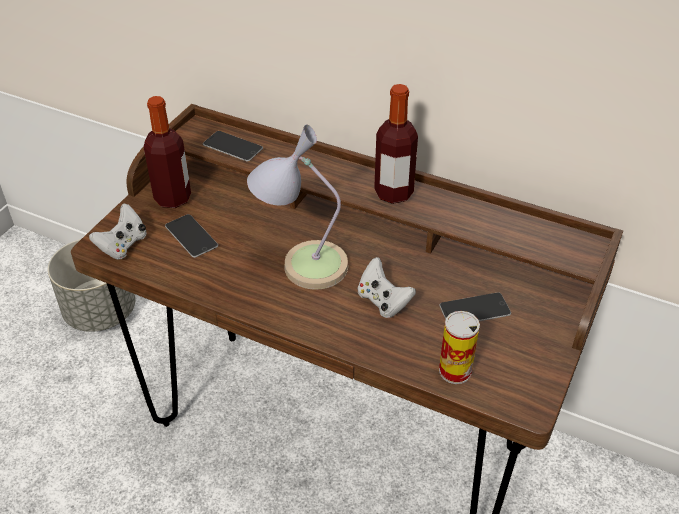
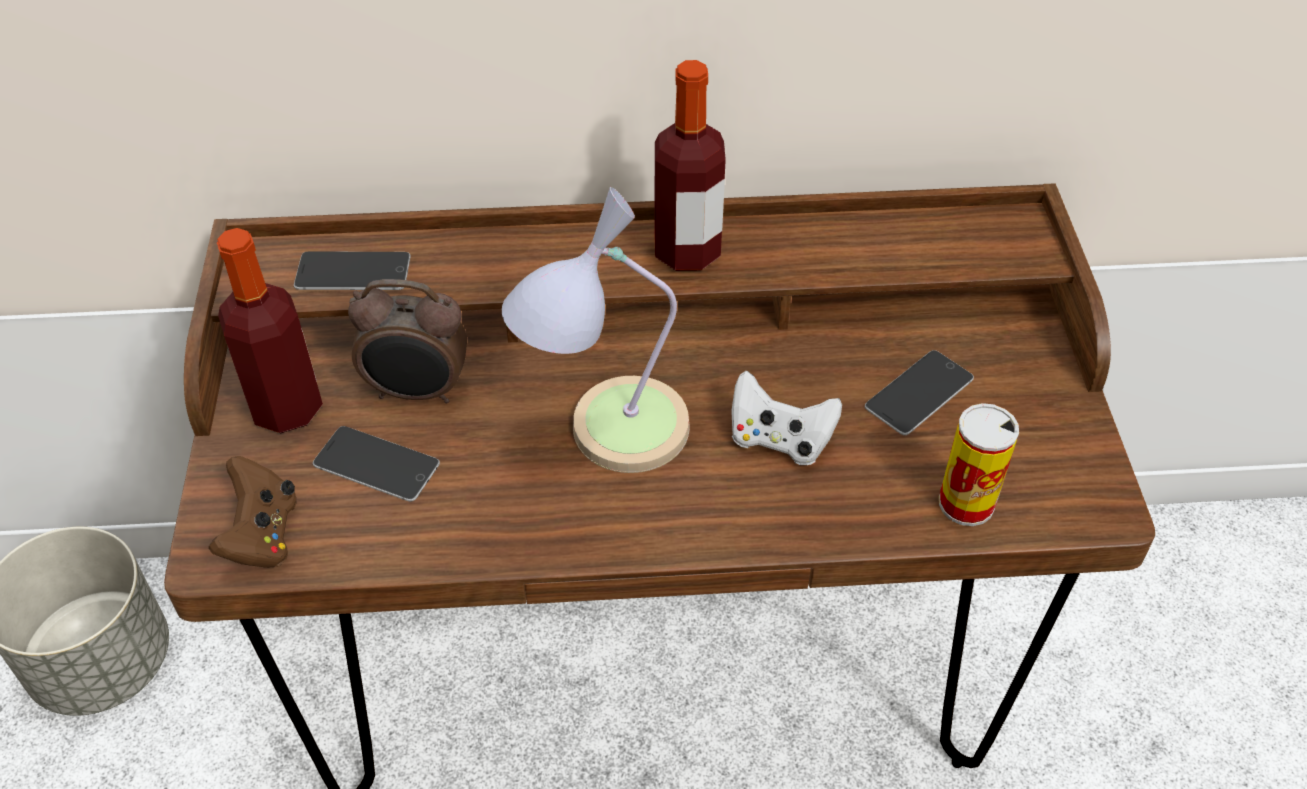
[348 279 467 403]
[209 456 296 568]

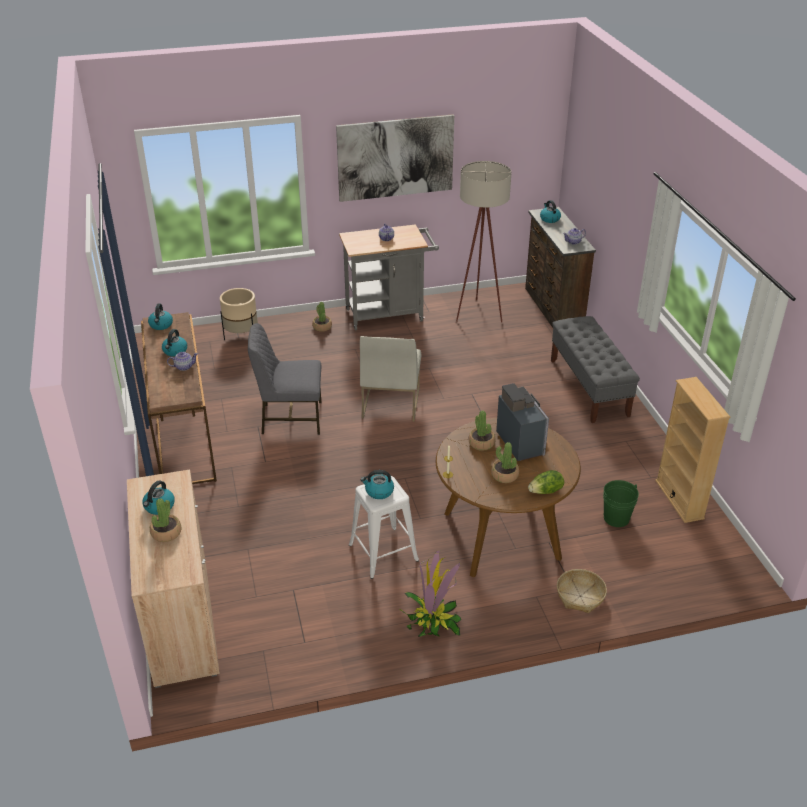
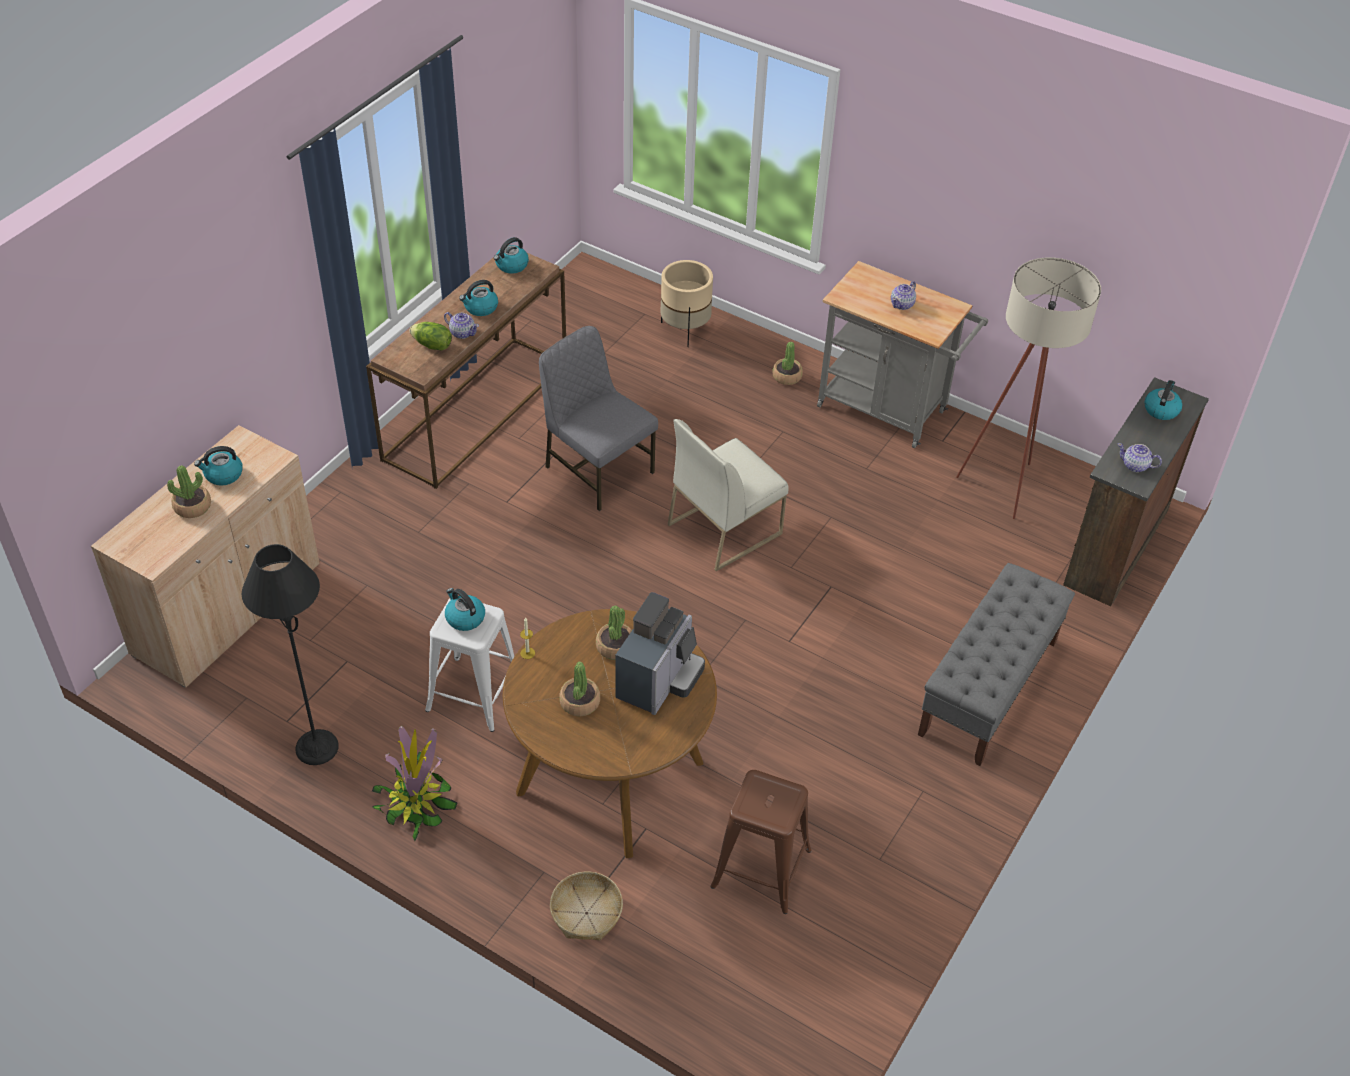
[336 114 454 202] (first image)
[655 377 730 523] (first image)
[242 544 339 765]
[410 322 452 351]
[710 770 811 914]

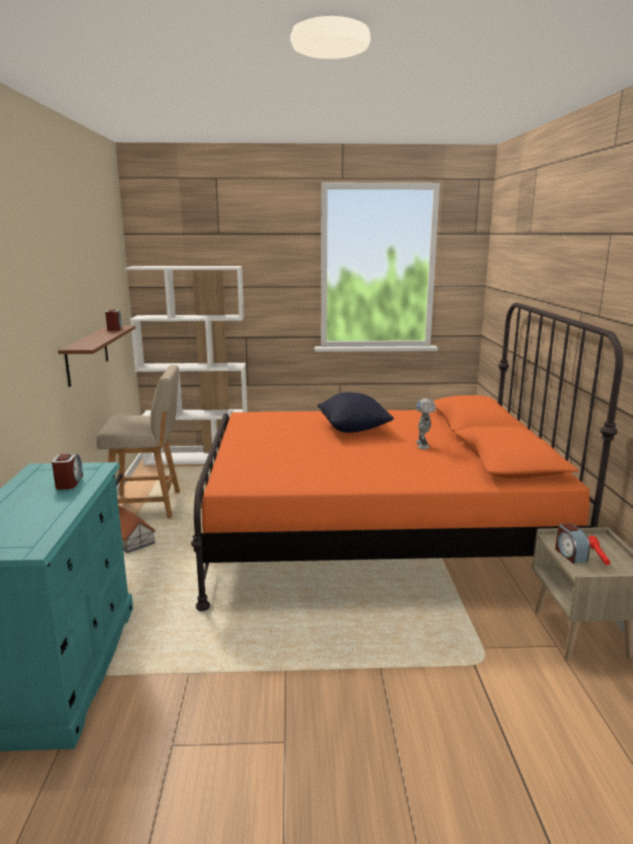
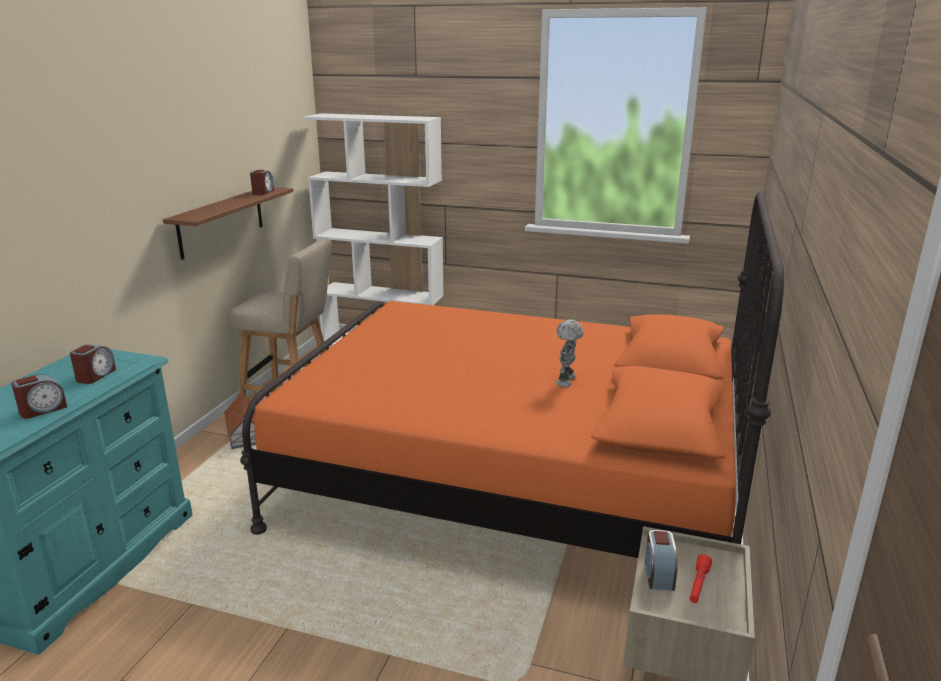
[317 392 394 433] (first image)
[11 374 67 419]

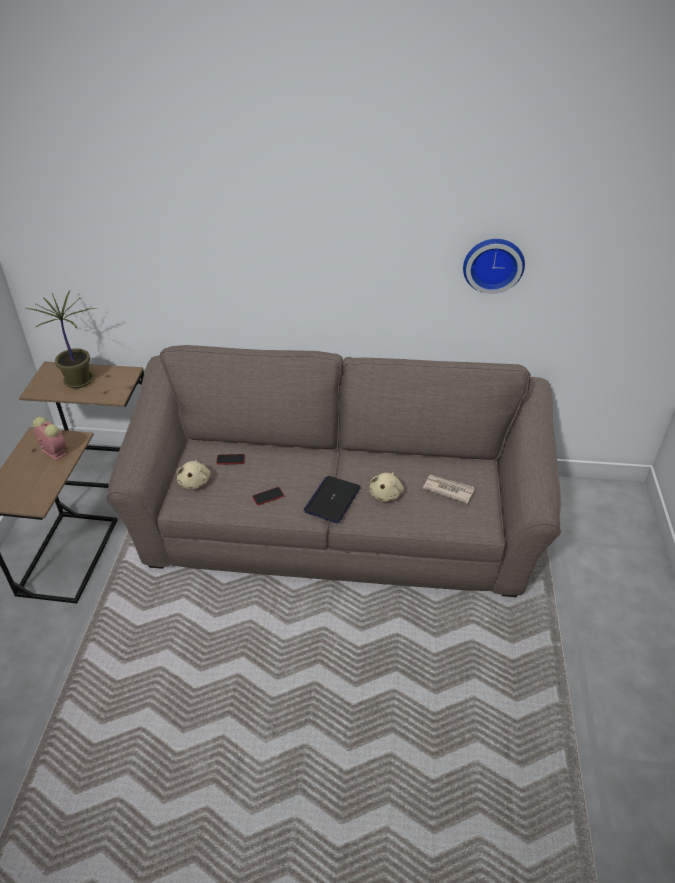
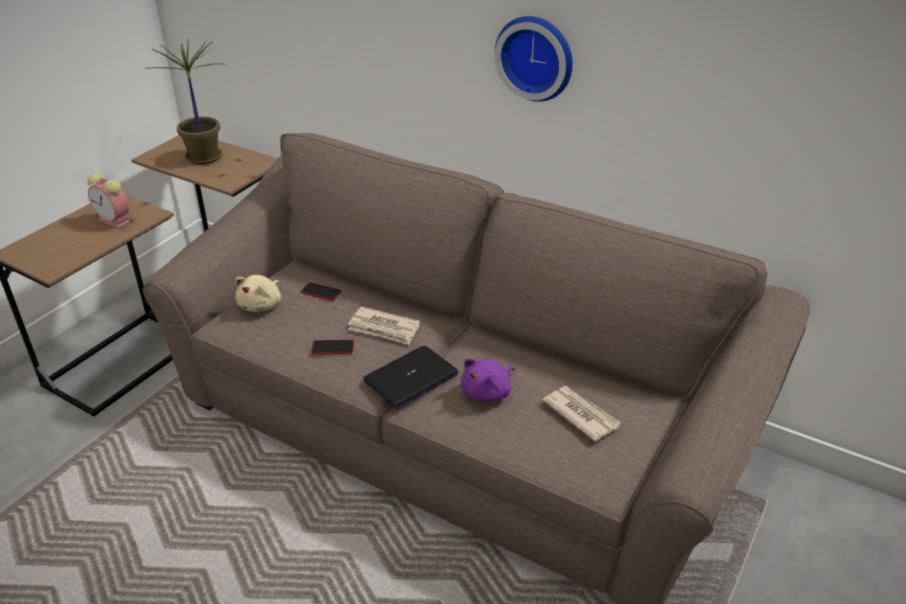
[348 307 420 345]
[495 16 573 102]
[461 358 515 402]
[87 173 131 229]

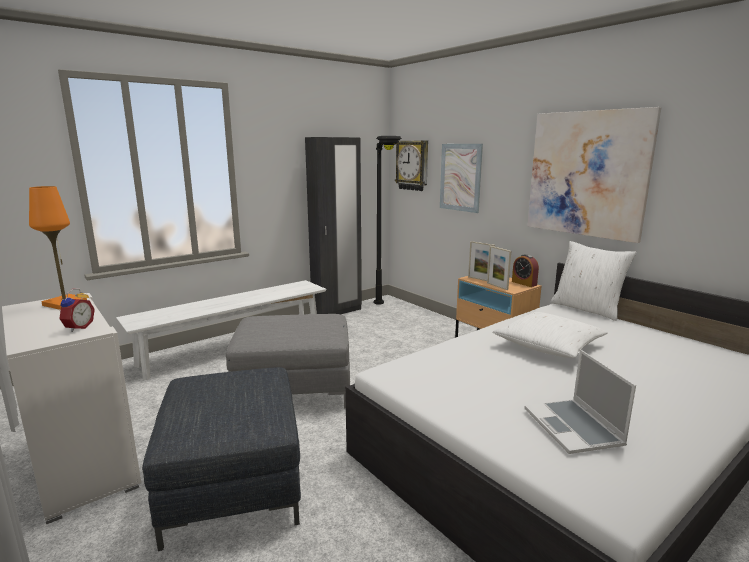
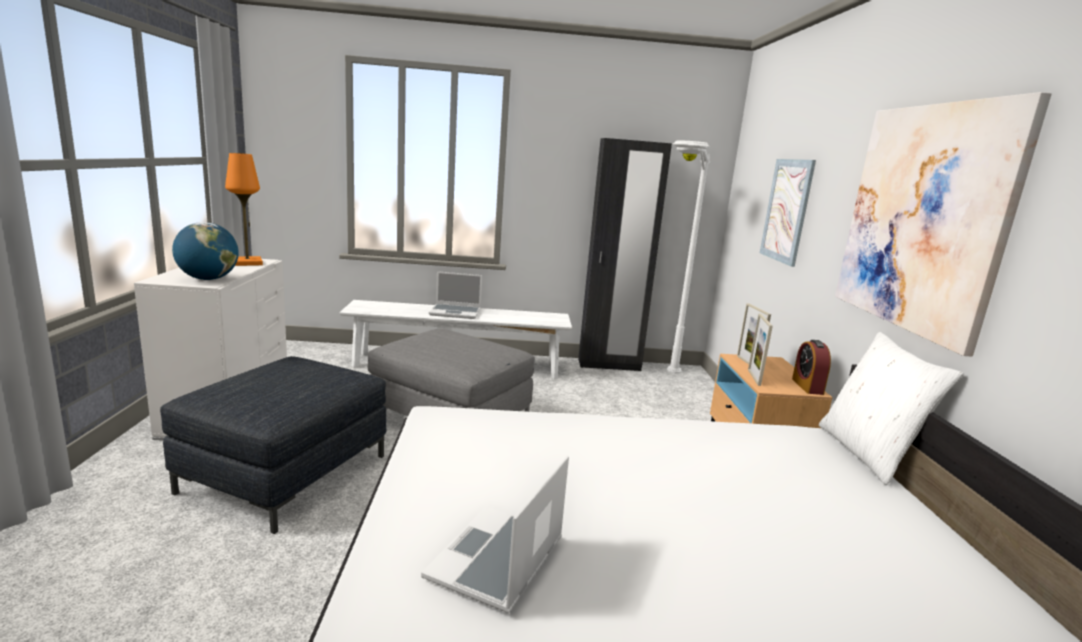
[395 140 428 191] (first image)
[493 312 608 358] (first image)
[429 271 482 319]
[172 222 239 280]
[667 140 710 374]

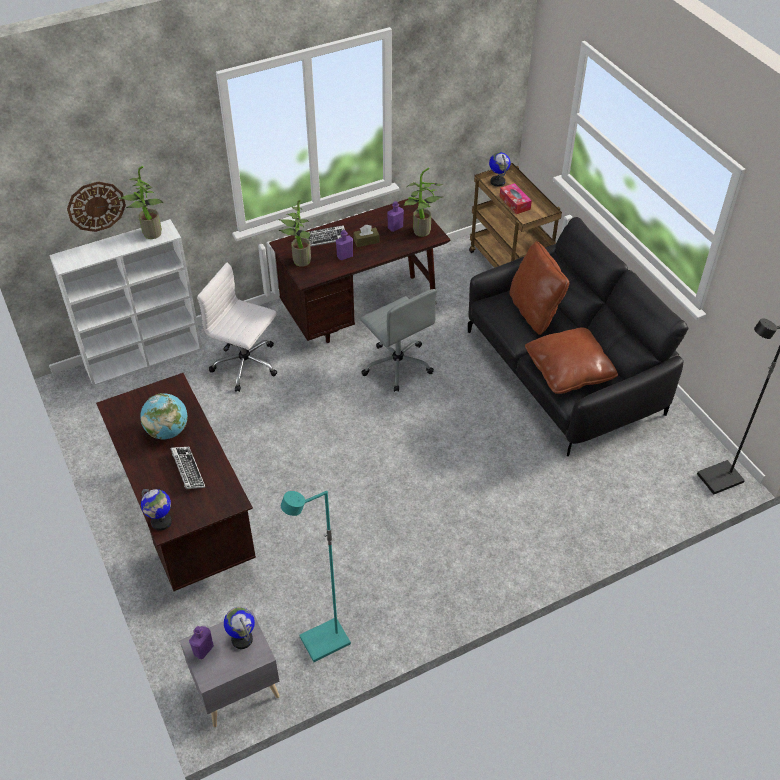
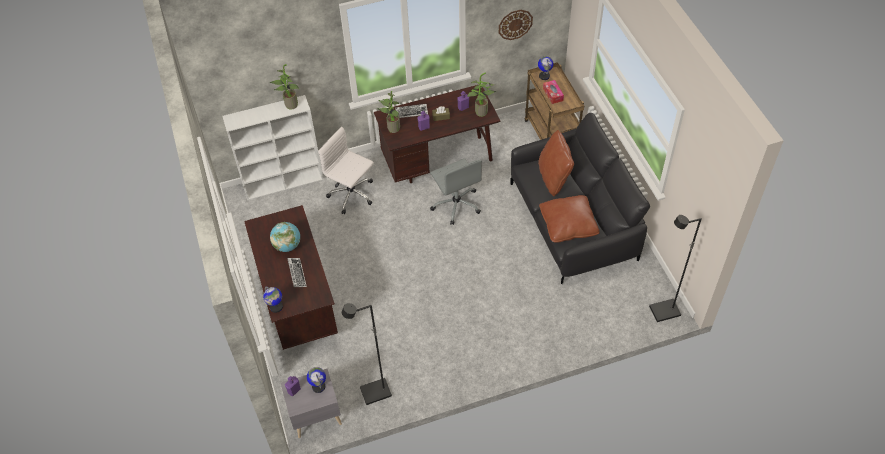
[499 10 533 40]
[342 303 392 405]

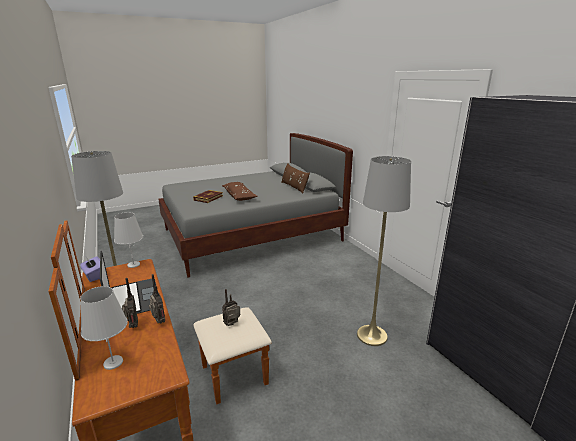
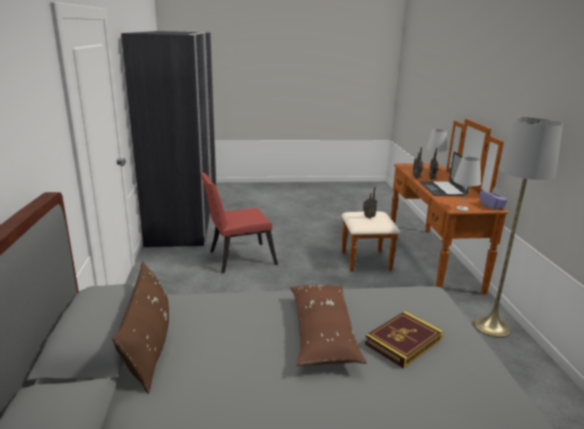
[201 173 278 273]

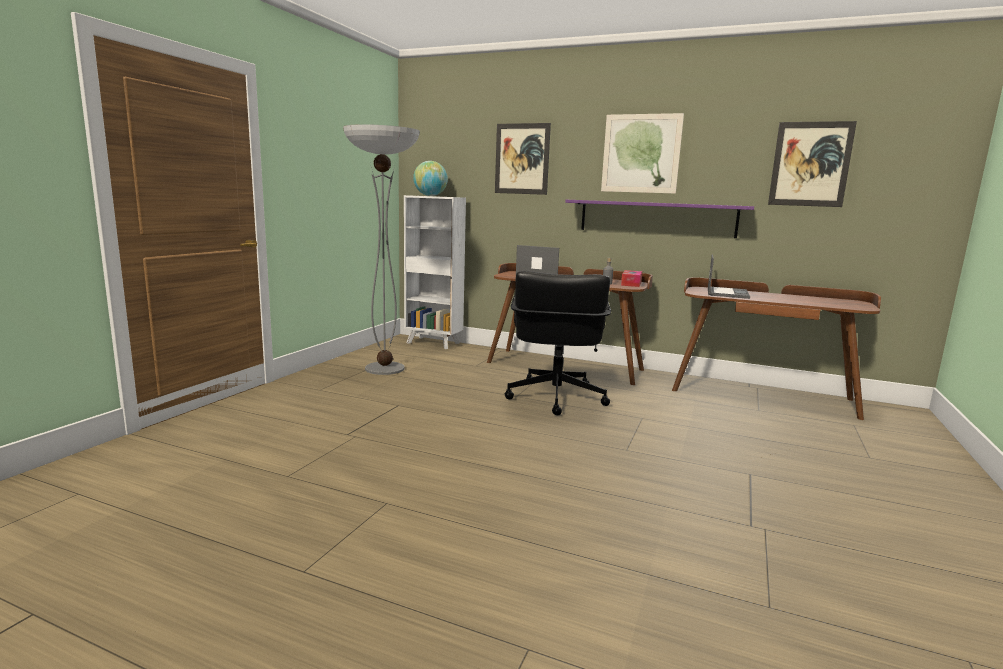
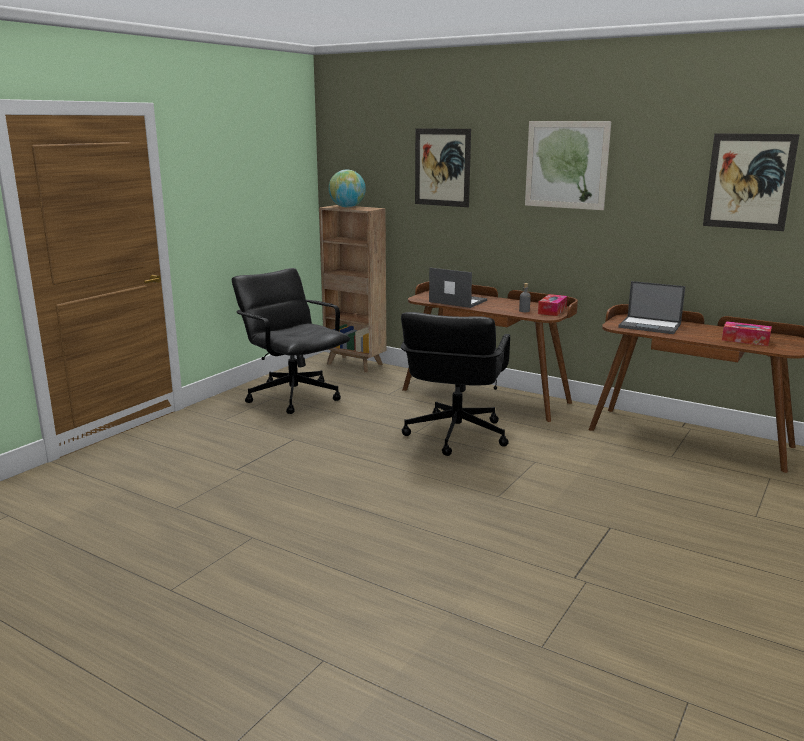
[565 200 754 238] (first image)
[722 321 772 346]
[232 268 350 414]
[319 205 386 372]
[618 281 686 334]

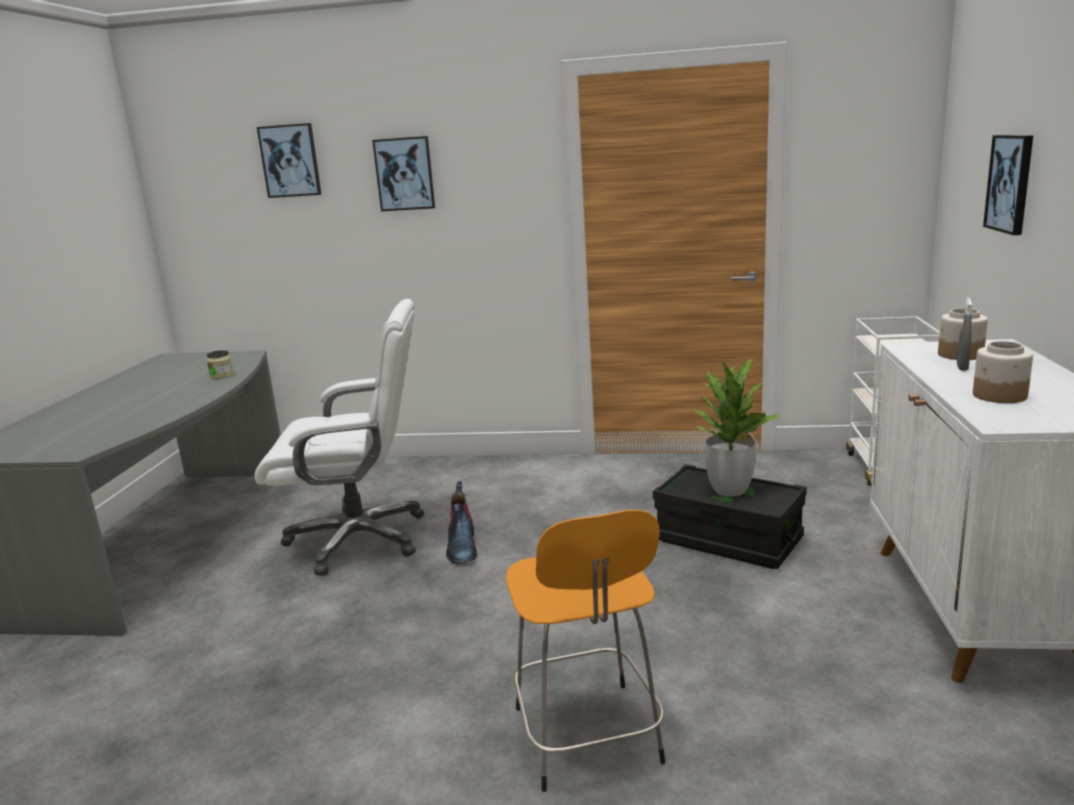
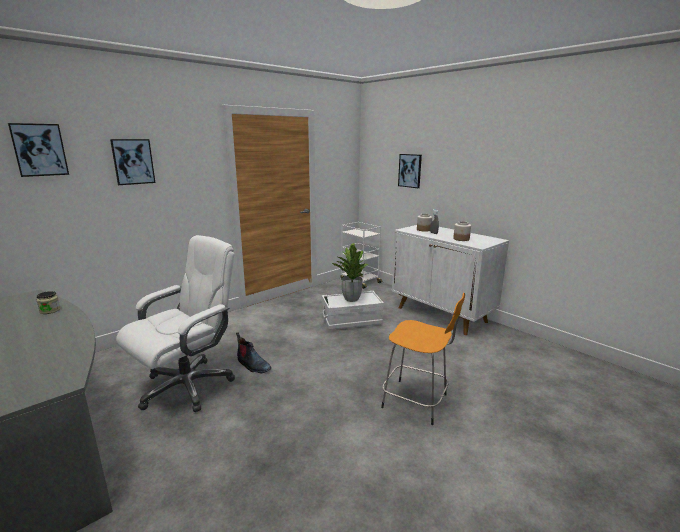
[322 291 384 330]

